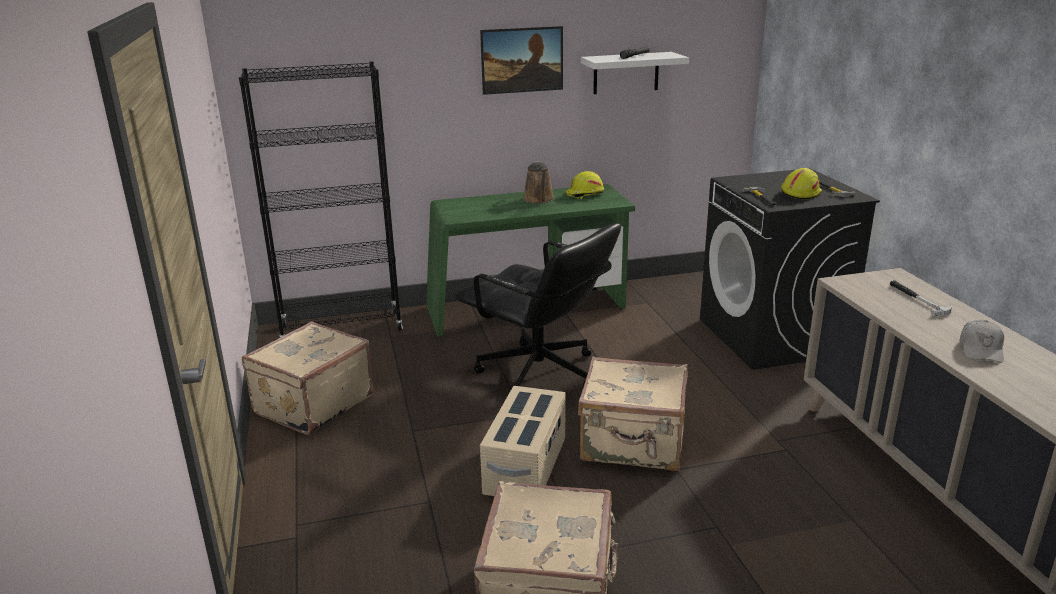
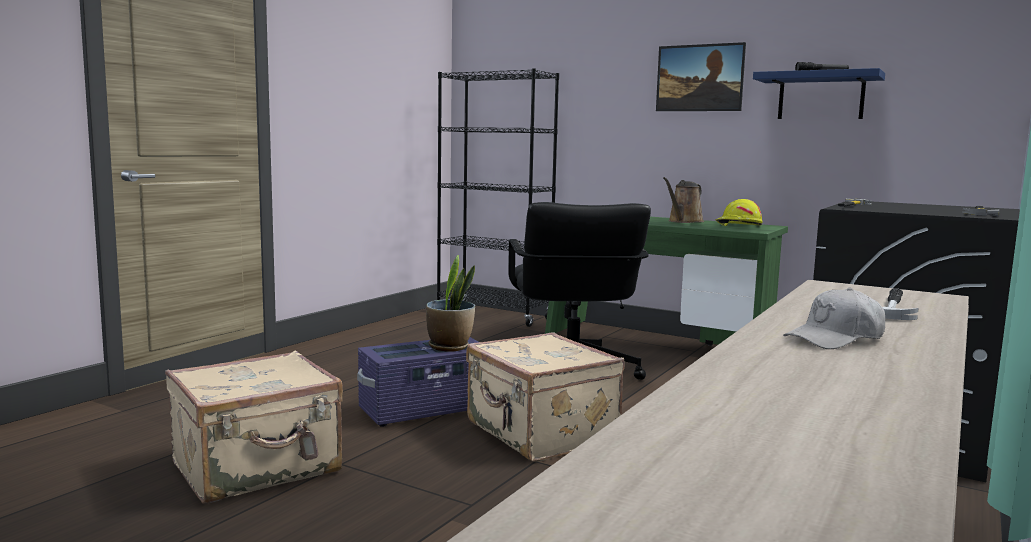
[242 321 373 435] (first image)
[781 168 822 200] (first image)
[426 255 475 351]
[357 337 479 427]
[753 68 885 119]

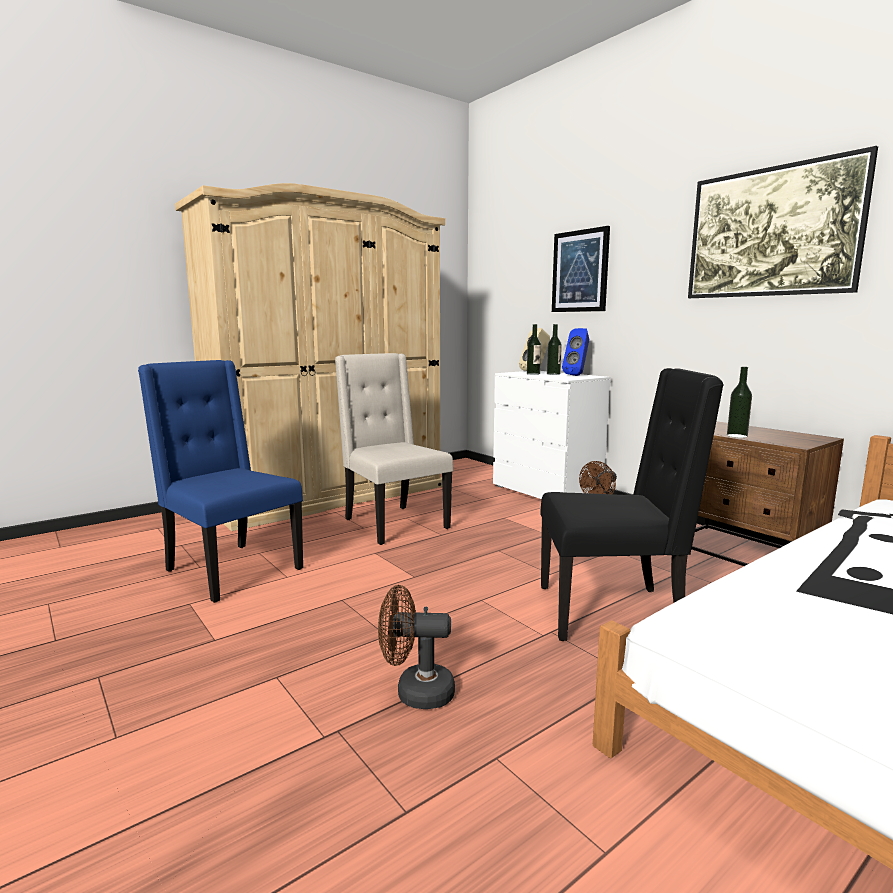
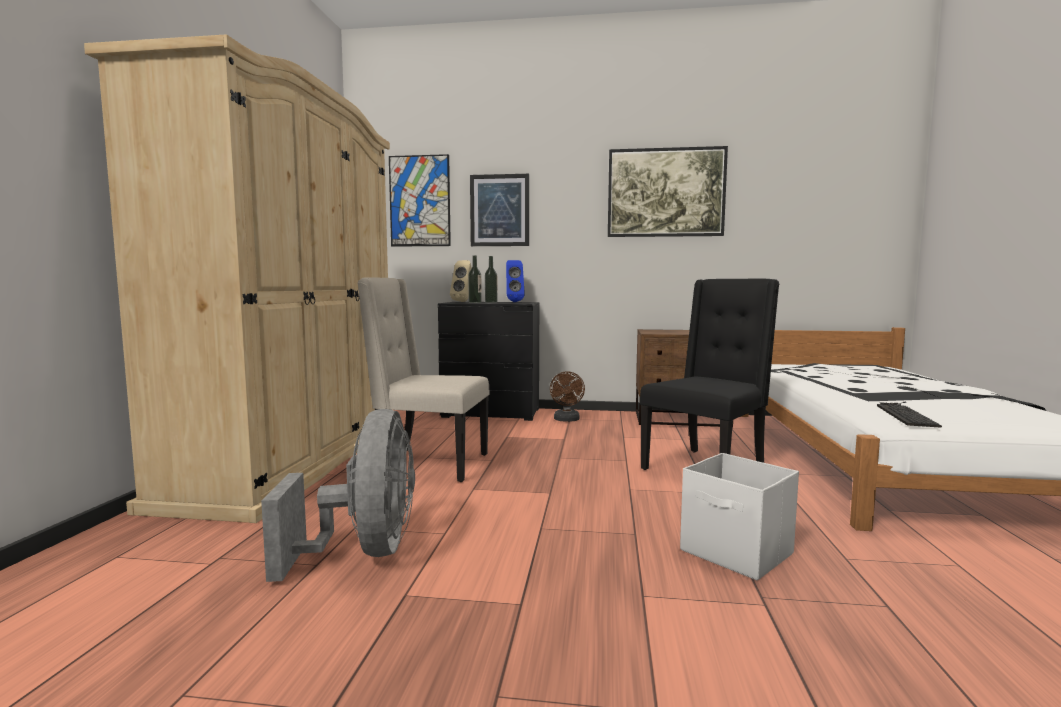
[727 367 752 438] (first image)
[389 154 451 247]
[877 402 942 428]
[261 409 415 582]
[680 453 799 581]
[438 302 539 421]

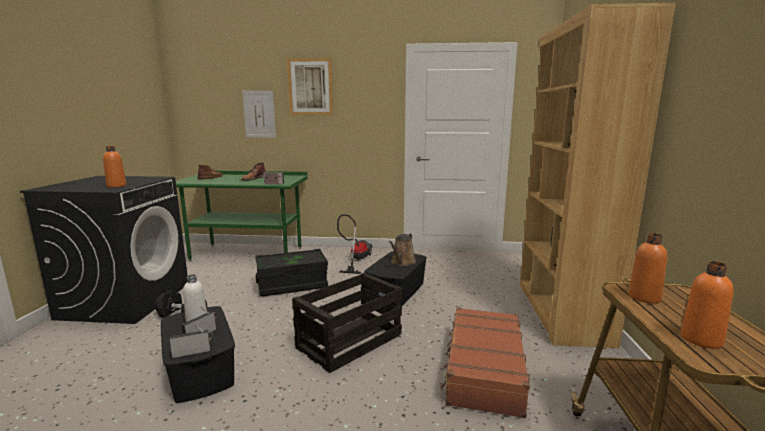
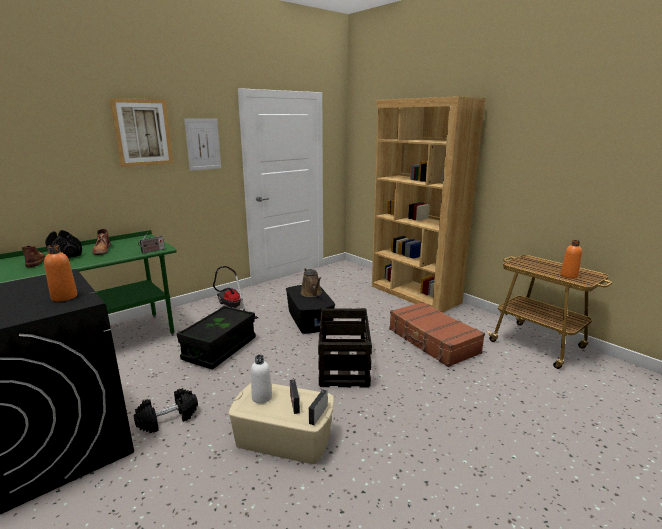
[628 233 667 304] (first image)
[45 230 82 258]
[184 118 221 171]
[228 383 334 464]

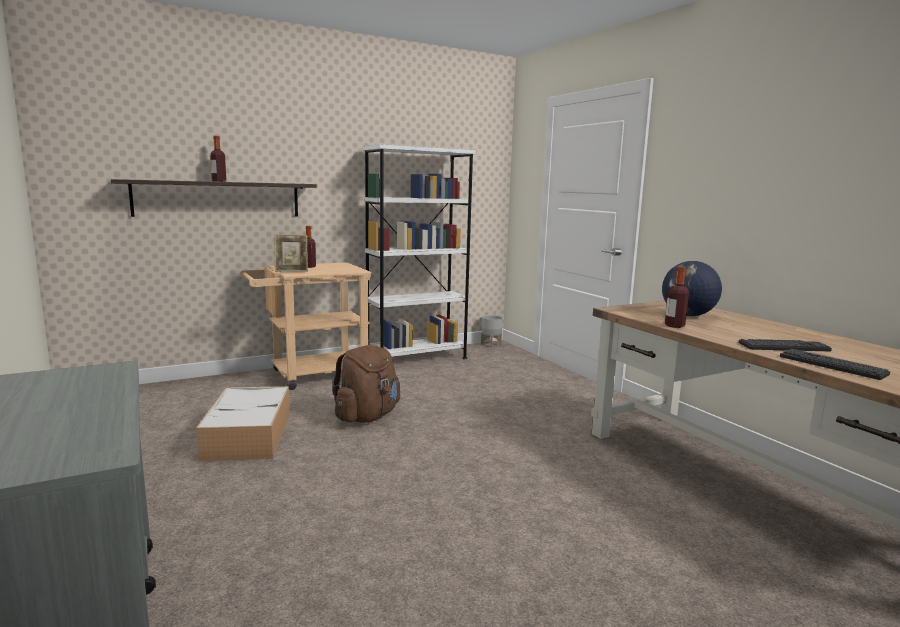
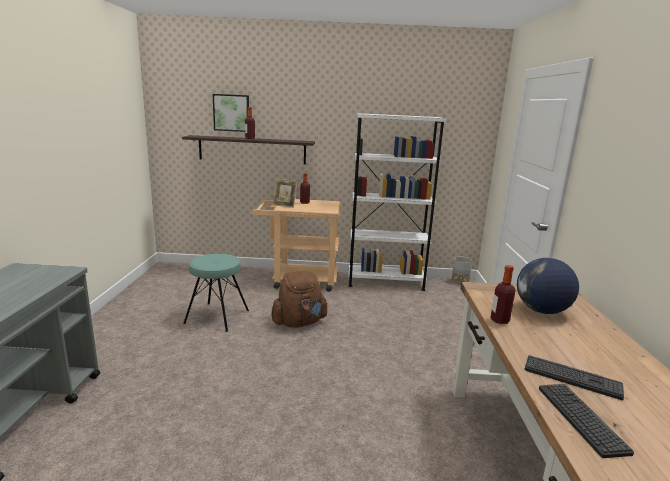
[213 94 249 132]
[183 254 249 332]

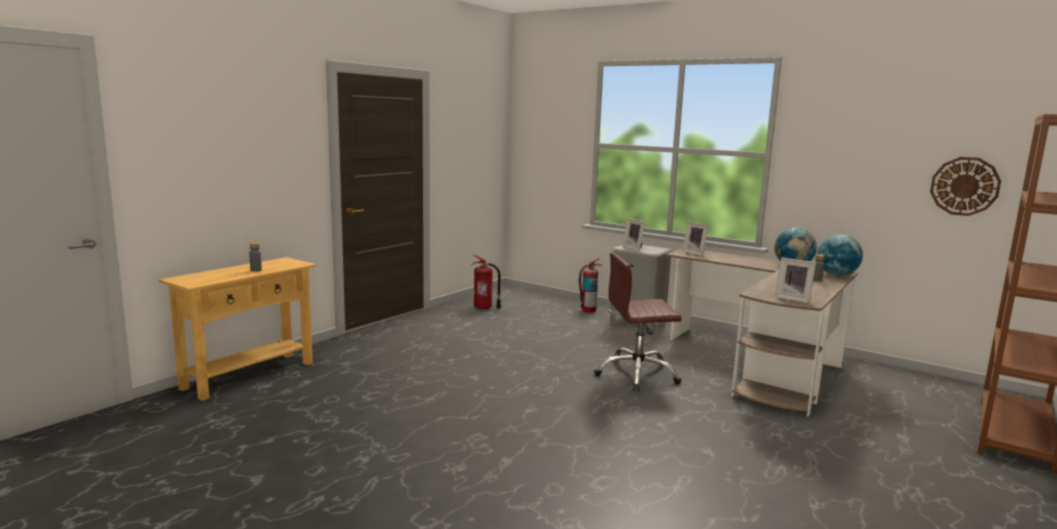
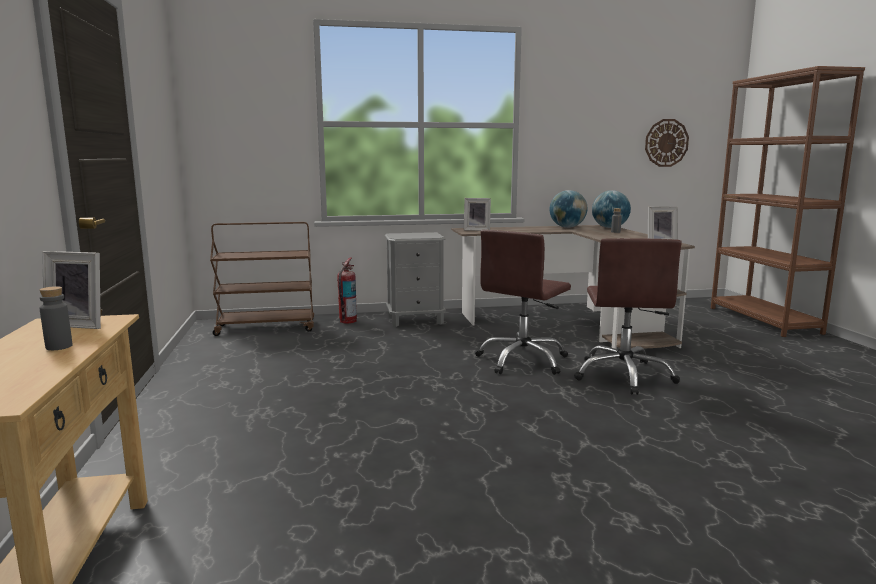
[472 255 501 309] (first image)
[210 222 314 336]
[574 238 682 395]
[42 251 102 329]

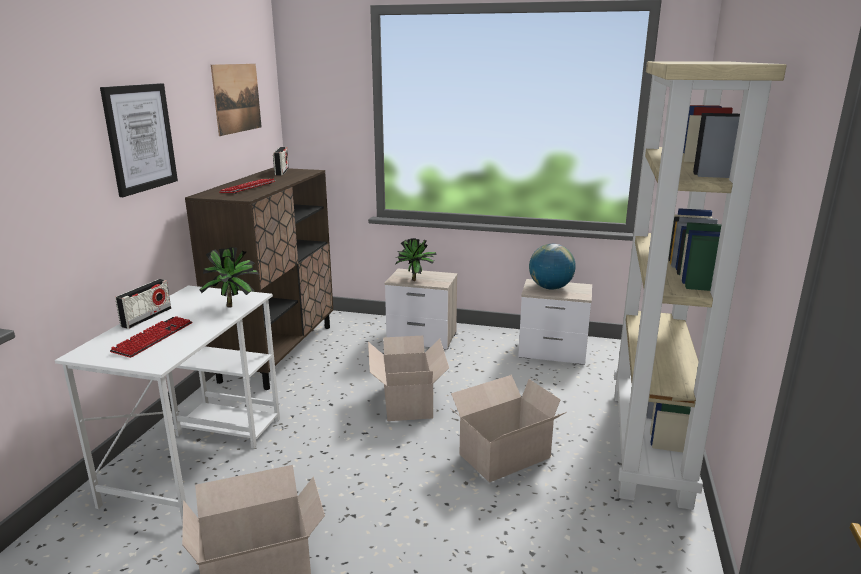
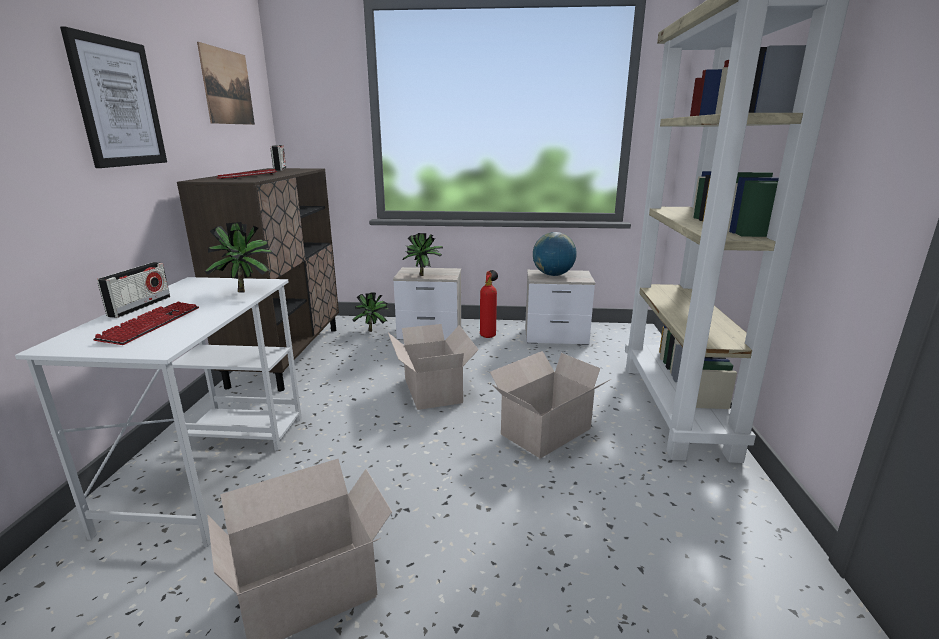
[352 292 389 332]
[480 270 498 338]

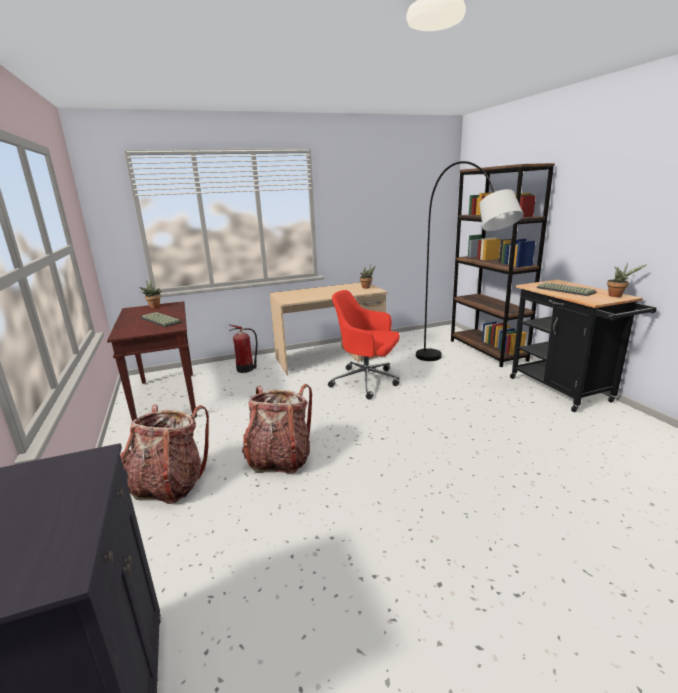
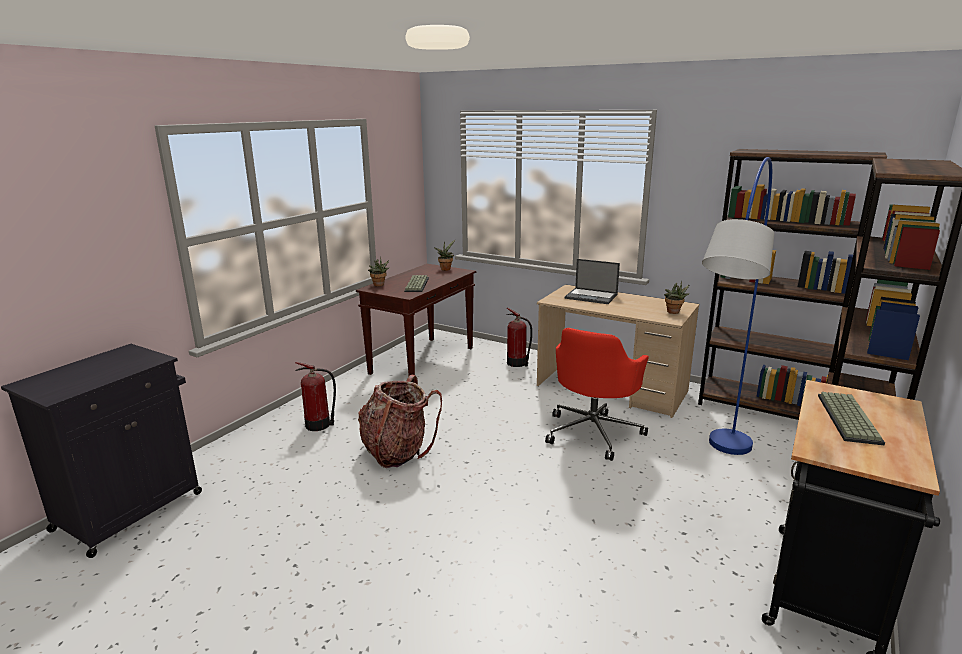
[565 259 620 304]
[698 149 887 420]
[368 257 390 286]
[295 362 336 431]
[702 157 774 455]
[545 328 649 461]

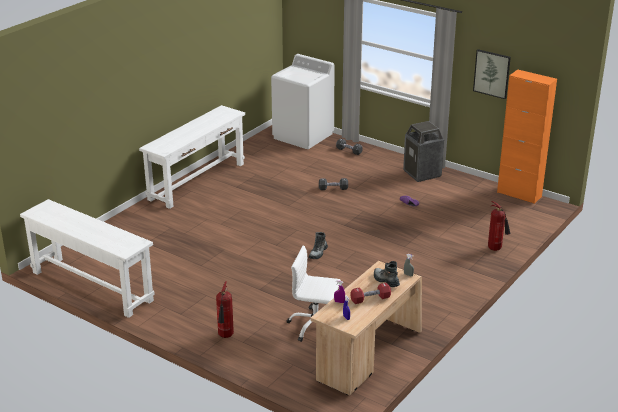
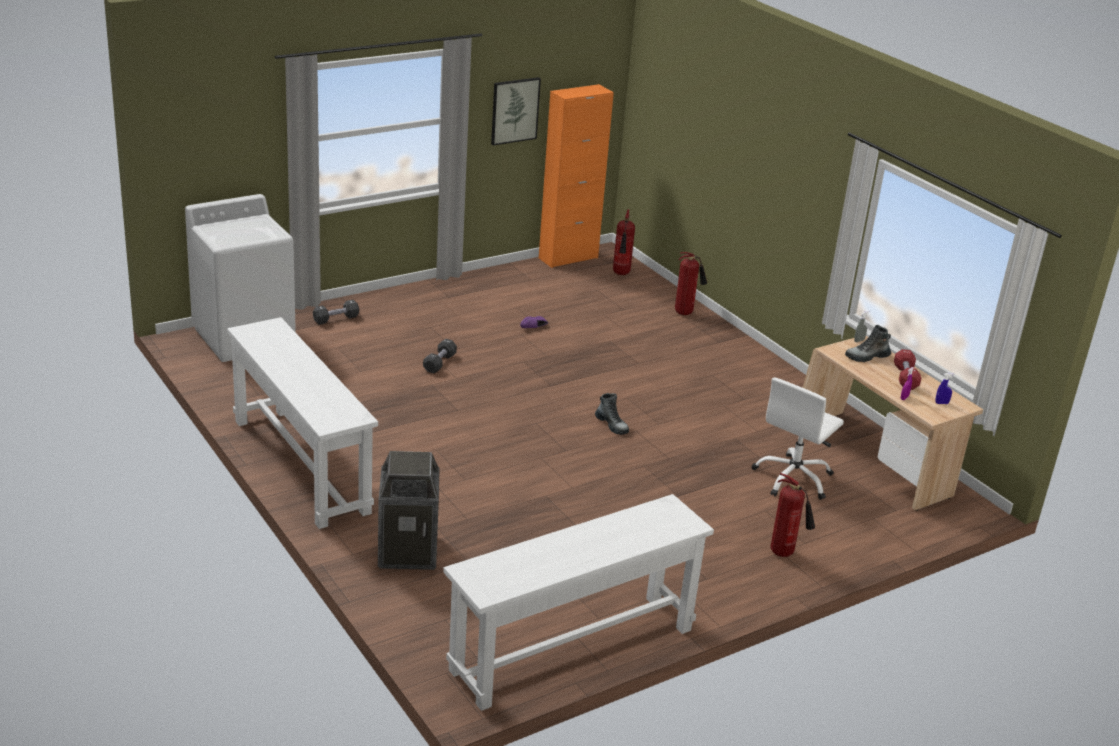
[613 209 635 275]
[378 451 440 570]

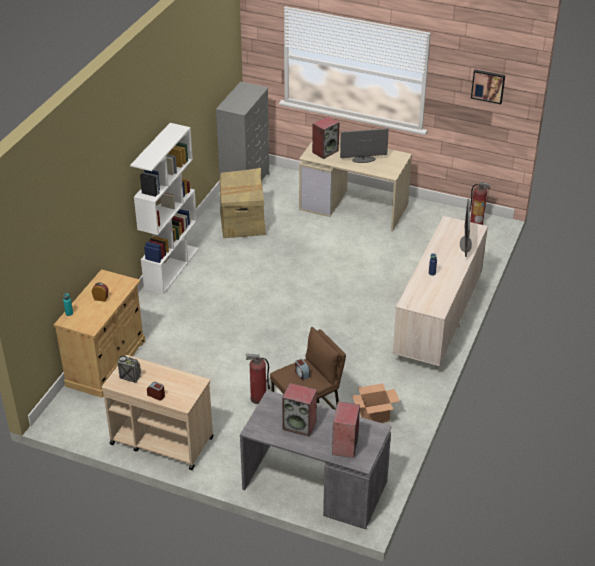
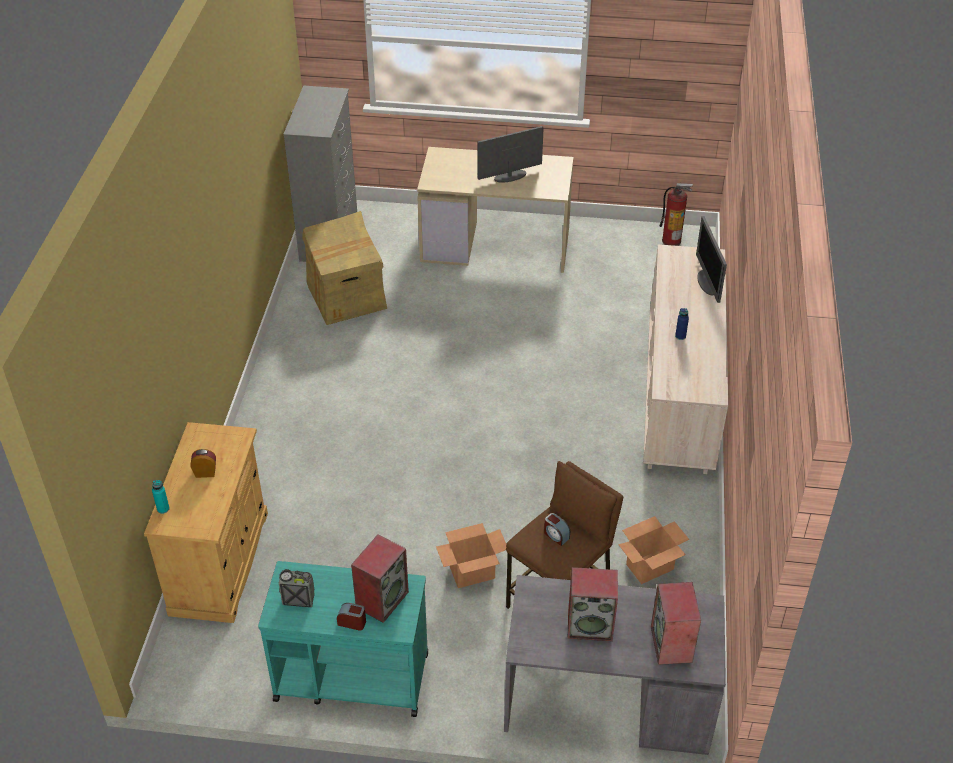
[130 123 199 294] (first image)
[471 69 505 104] (first image)
[351 534 409 623]
[436 523 506 588]
[258 561 428 717]

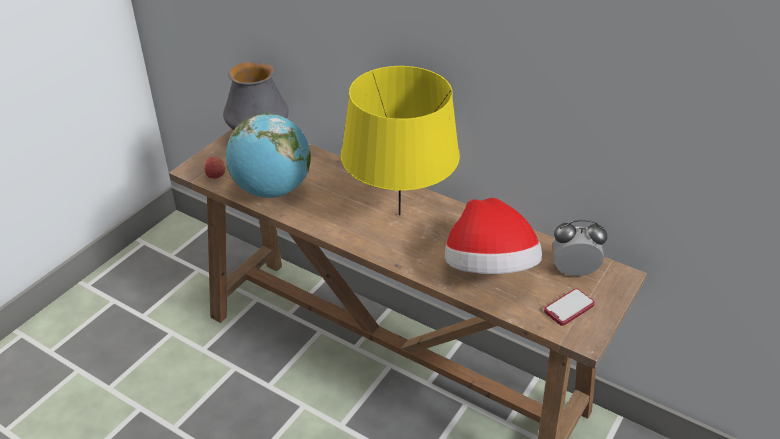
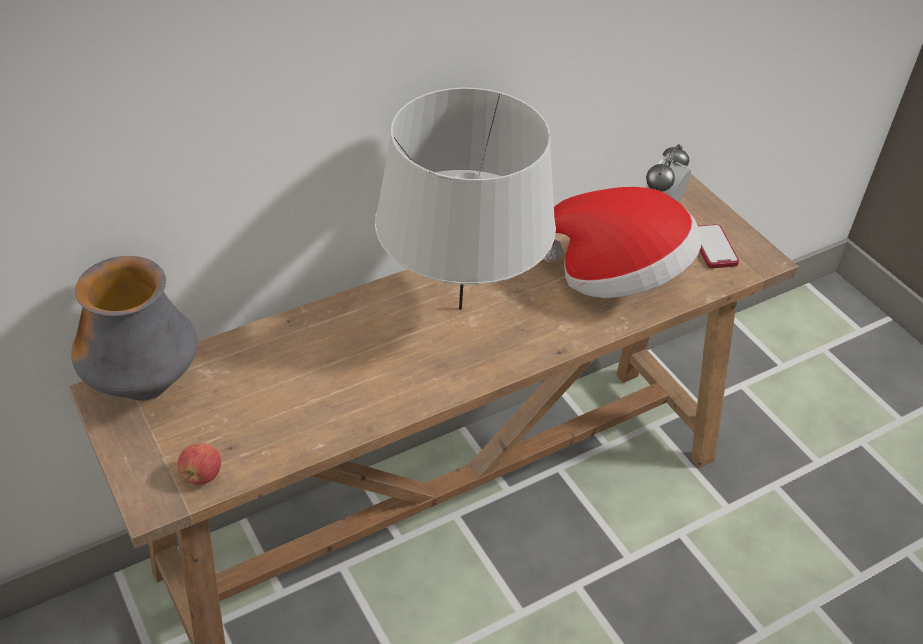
[226 113 311 198] (first image)
[375 88 556 310]

